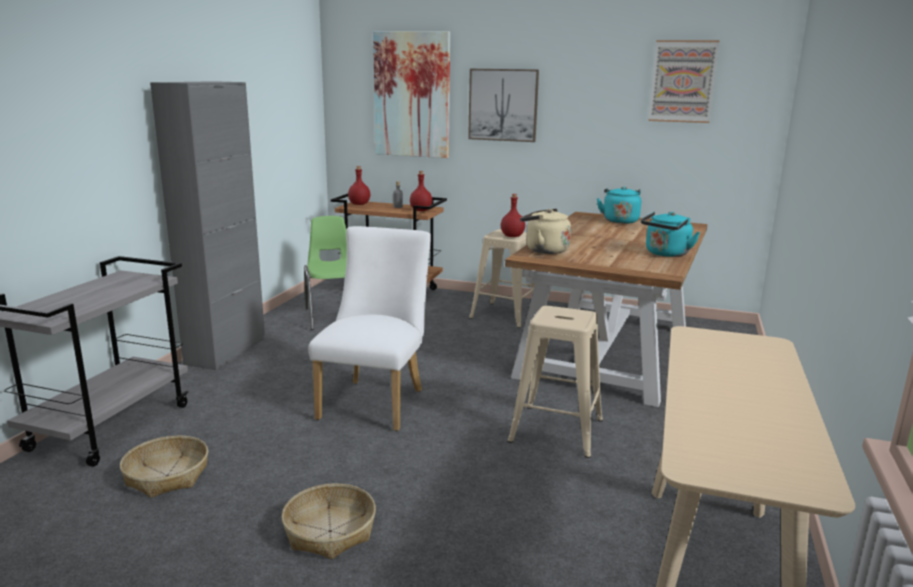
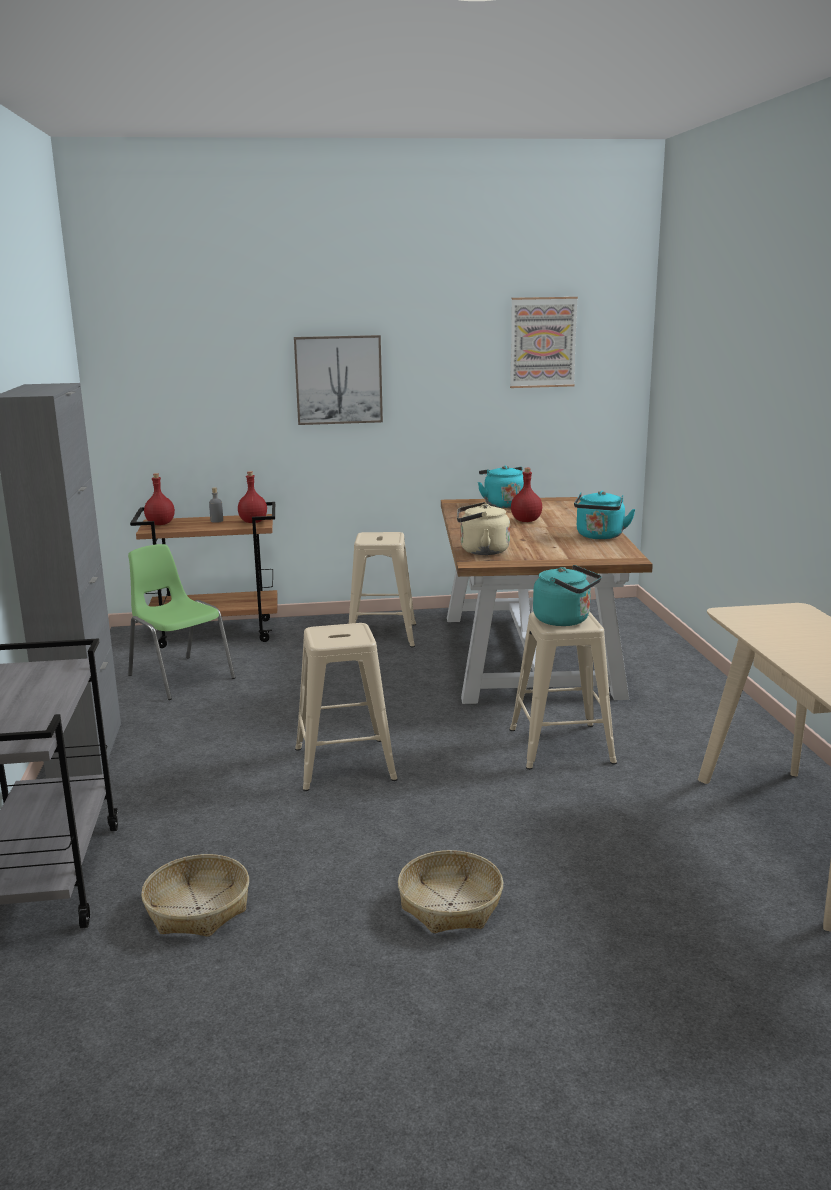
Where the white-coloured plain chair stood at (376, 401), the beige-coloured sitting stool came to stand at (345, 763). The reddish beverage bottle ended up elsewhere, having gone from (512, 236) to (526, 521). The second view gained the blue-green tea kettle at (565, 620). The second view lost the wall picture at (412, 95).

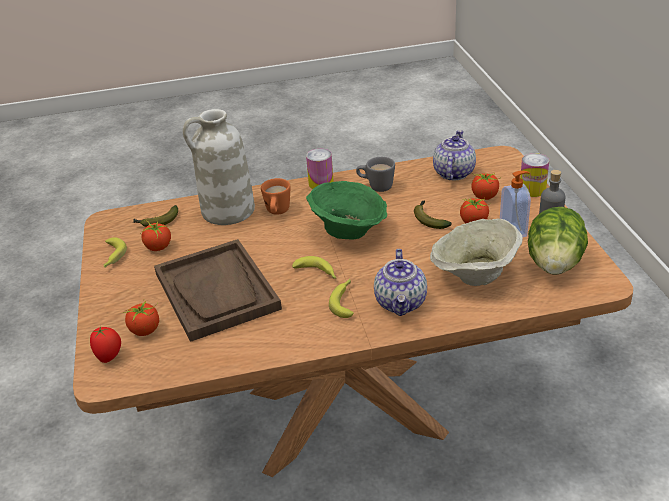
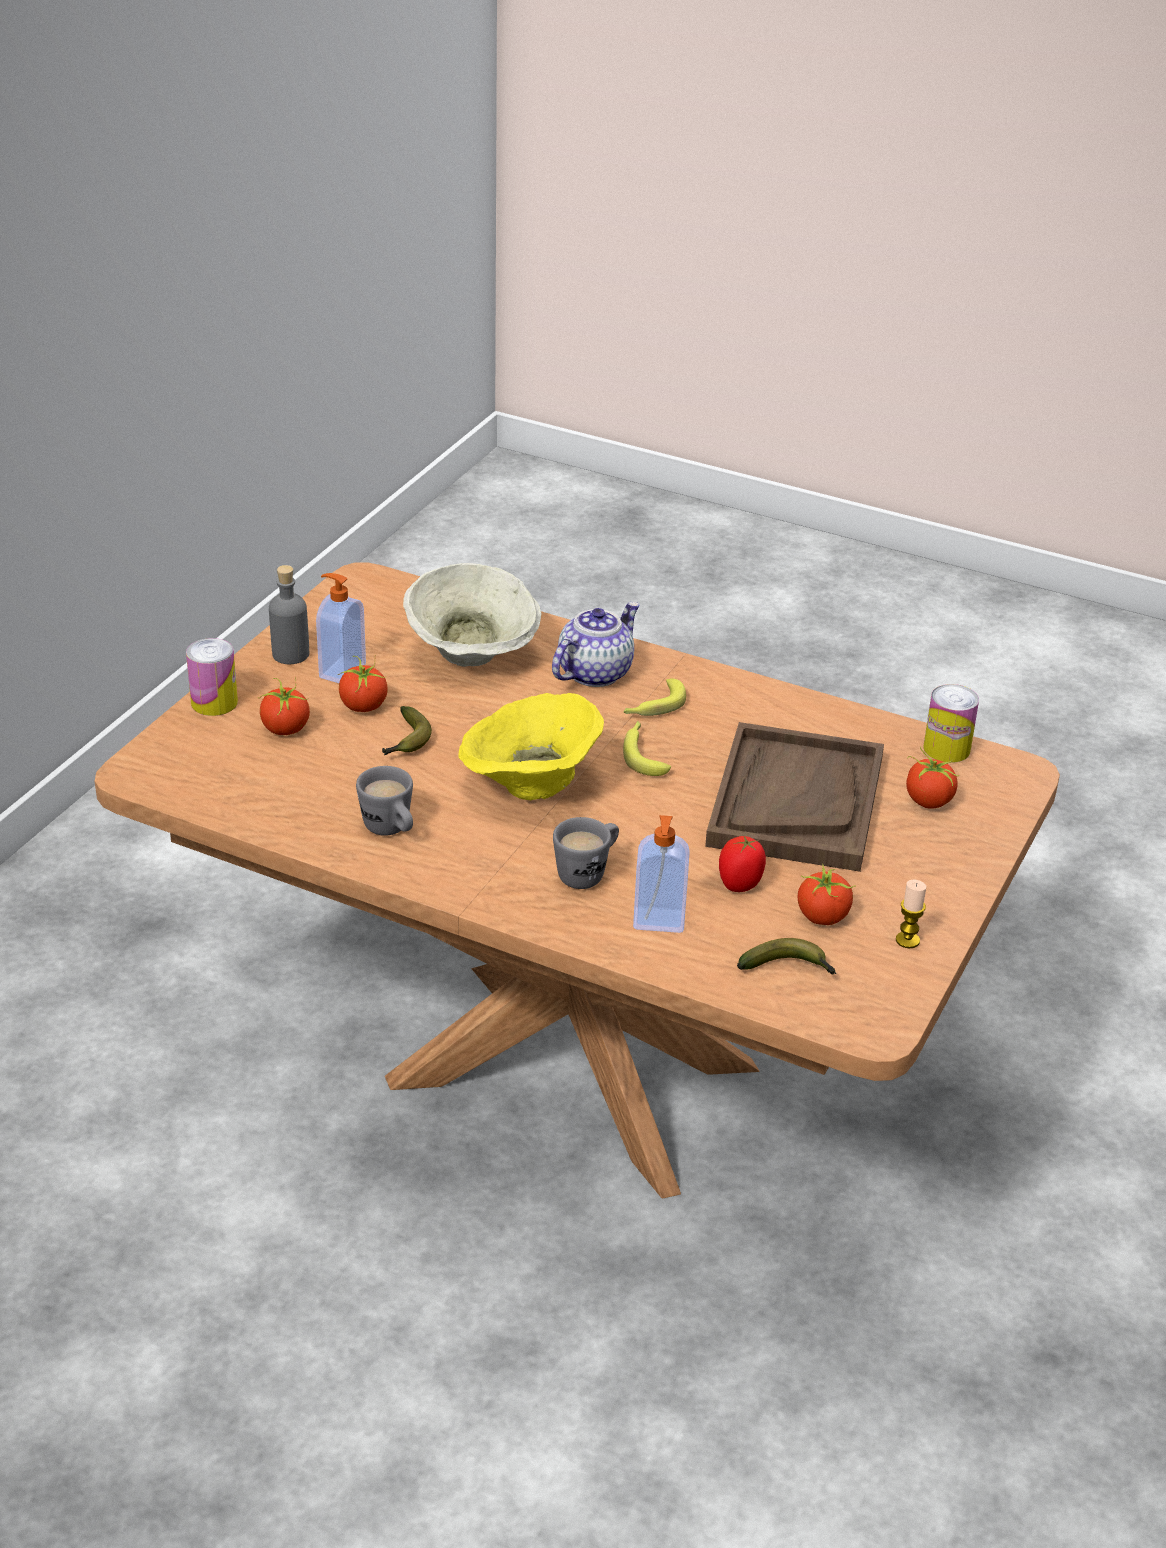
What was the green-coloured bowl at (349, 231) turned into the yellowish bowl at (530, 784). What was the orangey tea mug at (277, 212) turned into the grey tea mug at (588, 873). Where the white-coloured decorative vase stood at (227, 211), the liquid soap bottle came to stand at (659, 921). The fresh tomato ended up elsewhere, having gone from (109, 357) to (740, 884). Where the whole banana stood at (112, 257), the candle came to stand at (907, 940). The can ended up elsewhere, having gone from (321, 184) to (946, 749). The second view lost the teapot at (453, 173). The second view lost the head of lettuce at (554, 264).

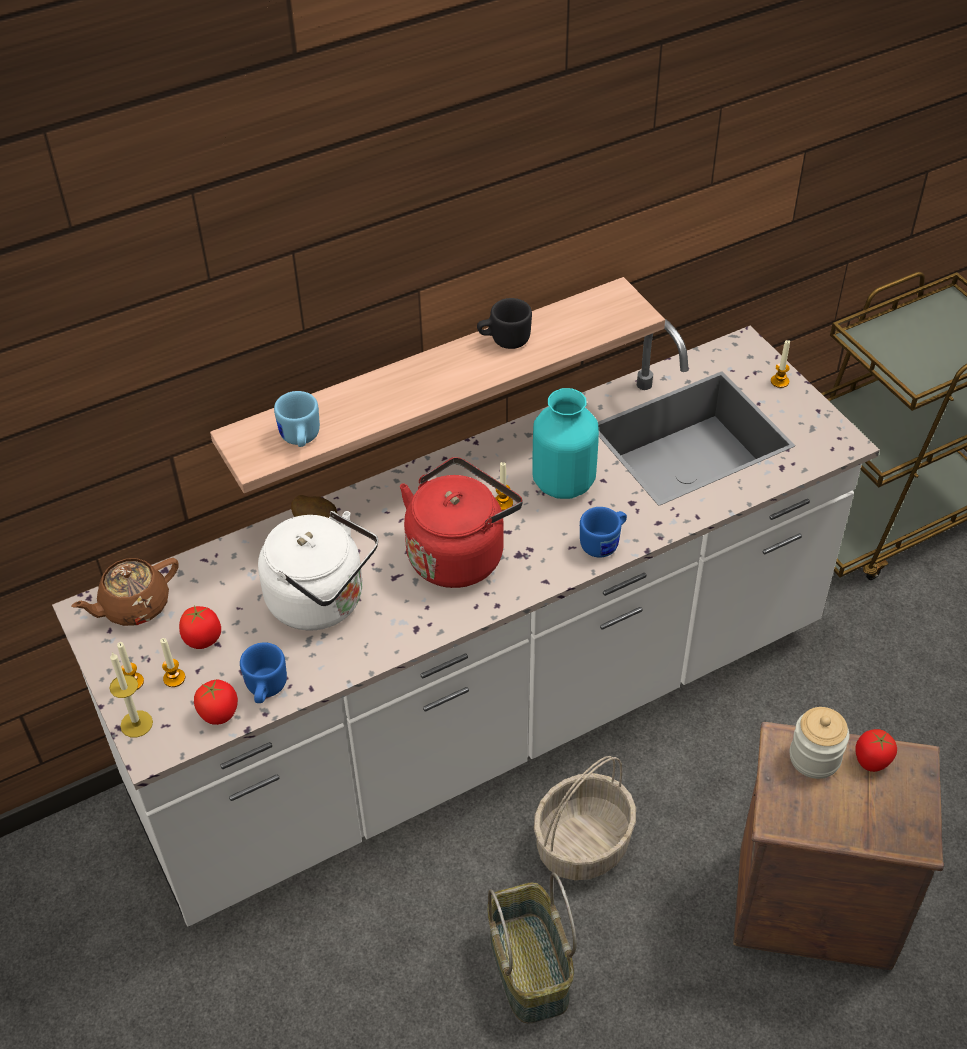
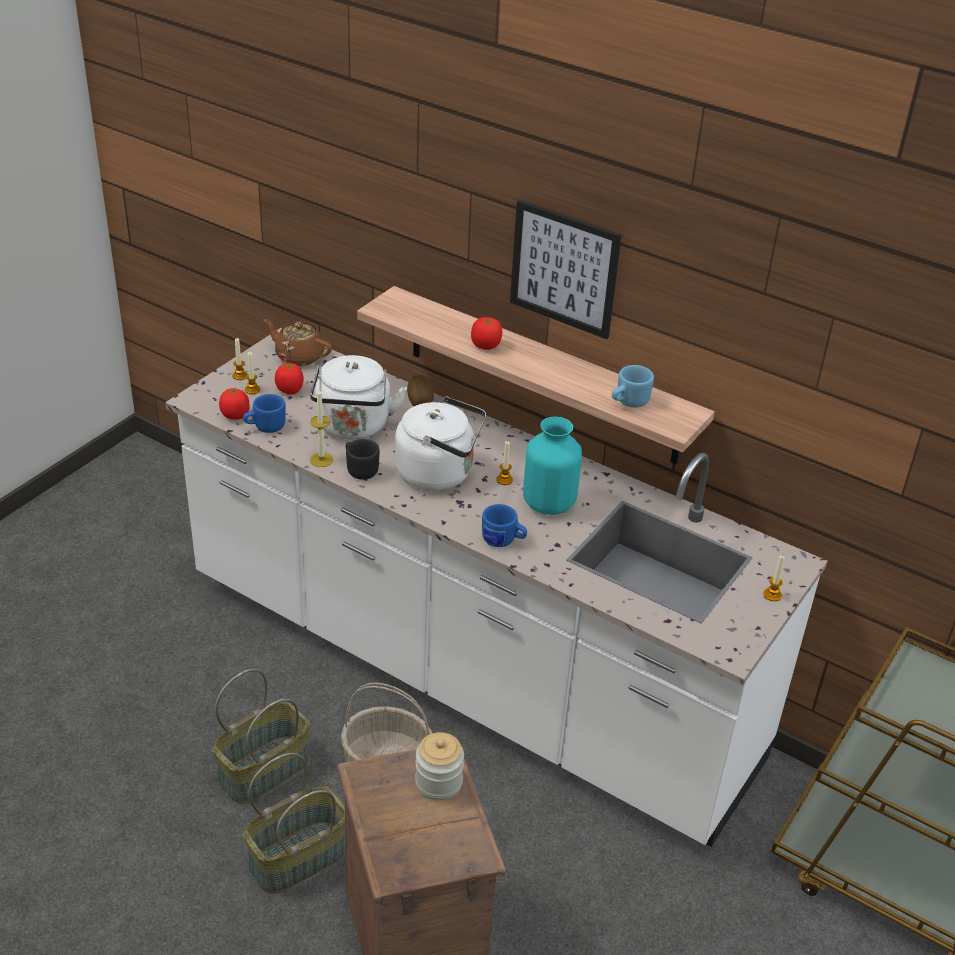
The second view gained the basket at (298, 856). The candle ended up elsewhere, having gone from (136, 724) to (321, 460). The black-coloured tea mug ended up elsewhere, having gone from (504, 340) to (360, 469). What was the reddish tea kettle at (459, 553) turned into the white-coloured tea kettle at (439, 473). The fresh tomato ended up elsewhere, having gone from (871, 761) to (485, 346). The second view gained the wall picture at (564, 269). The blue tea mug ended up elsewhere, having gone from (300, 439) to (628, 402).

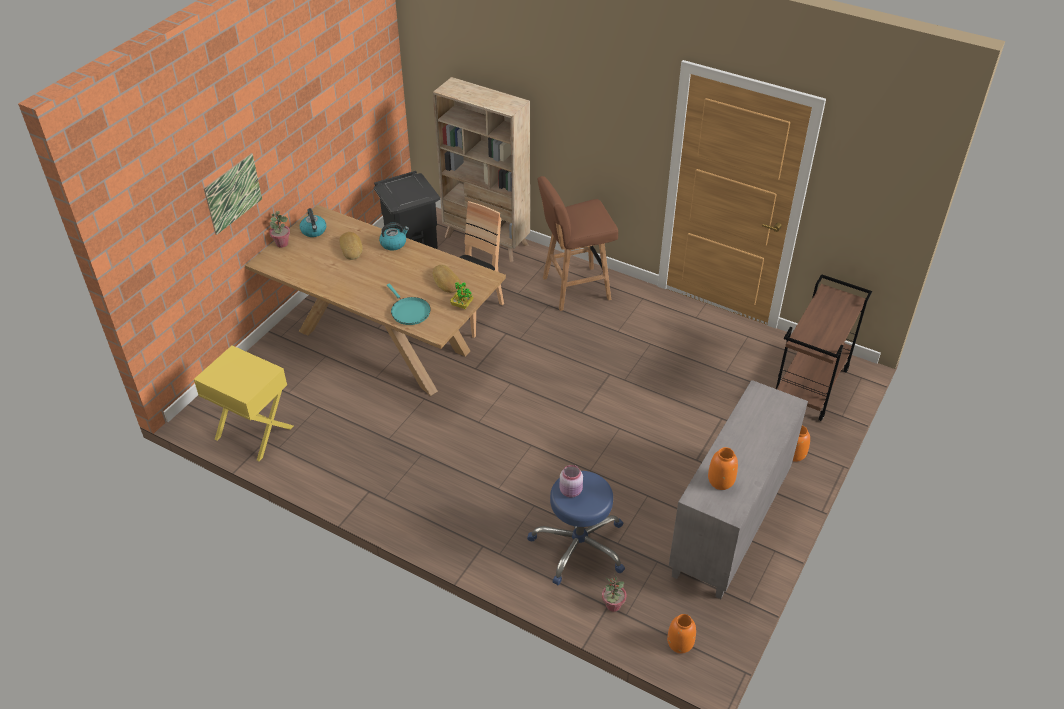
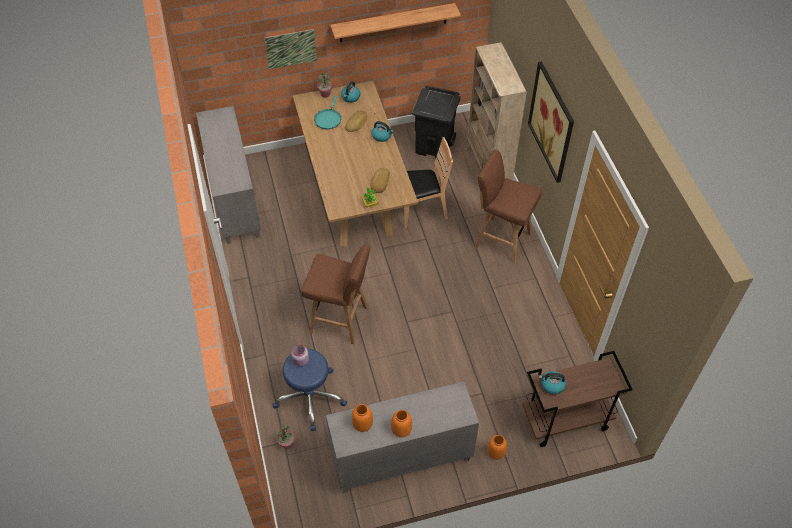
Where the yellowish night table stood at (253, 433), the grey cabinet came to stand at (234, 199). The second view gained the brown sitting stool at (340, 320). The blue-green pan ended up elsewhere, having gone from (409, 311) to (328, 119). The second view gained the bracket shelf at (393, 23). The orangey decorative vase ended up elsewhere, having gone from (680, 643) to (401, 430). The second view gained the wall picture at (551, 122). The second view gained the tea kettle at (552, 385).

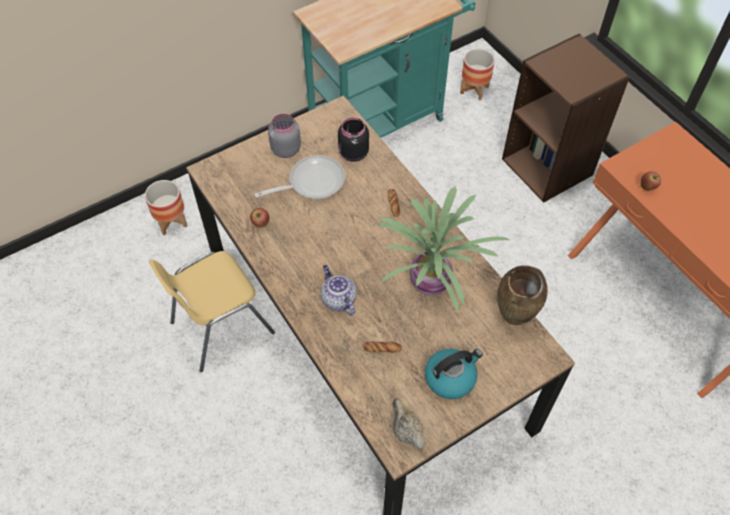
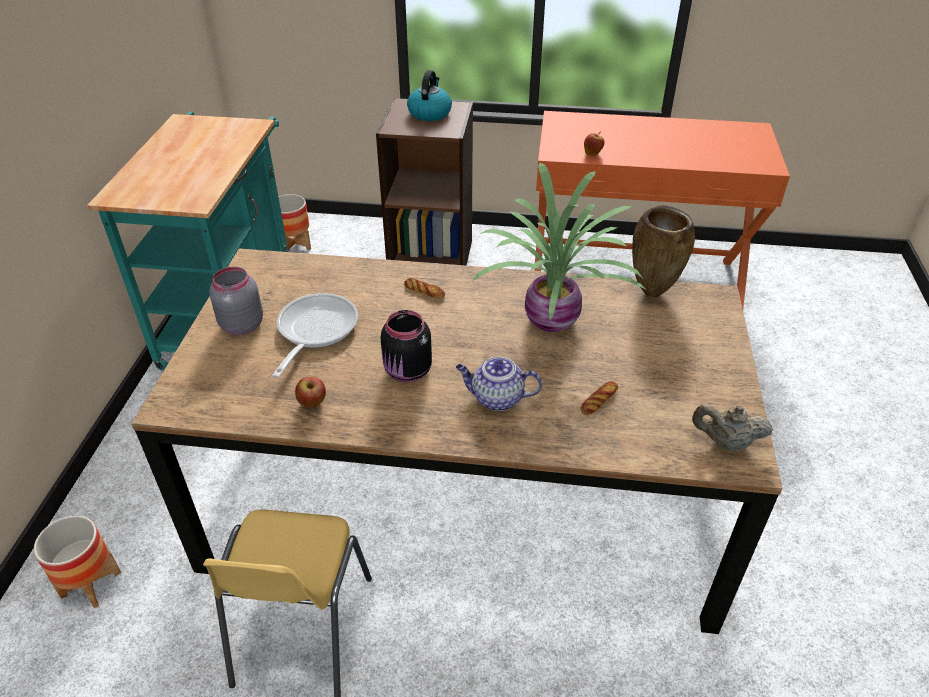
The black-coloured preserve jar ended up elsewhere, having gone from (352, 154) to (407, 372). The tea kettle ended up elsewhere, having gone from (450, 378) to (429, 113).

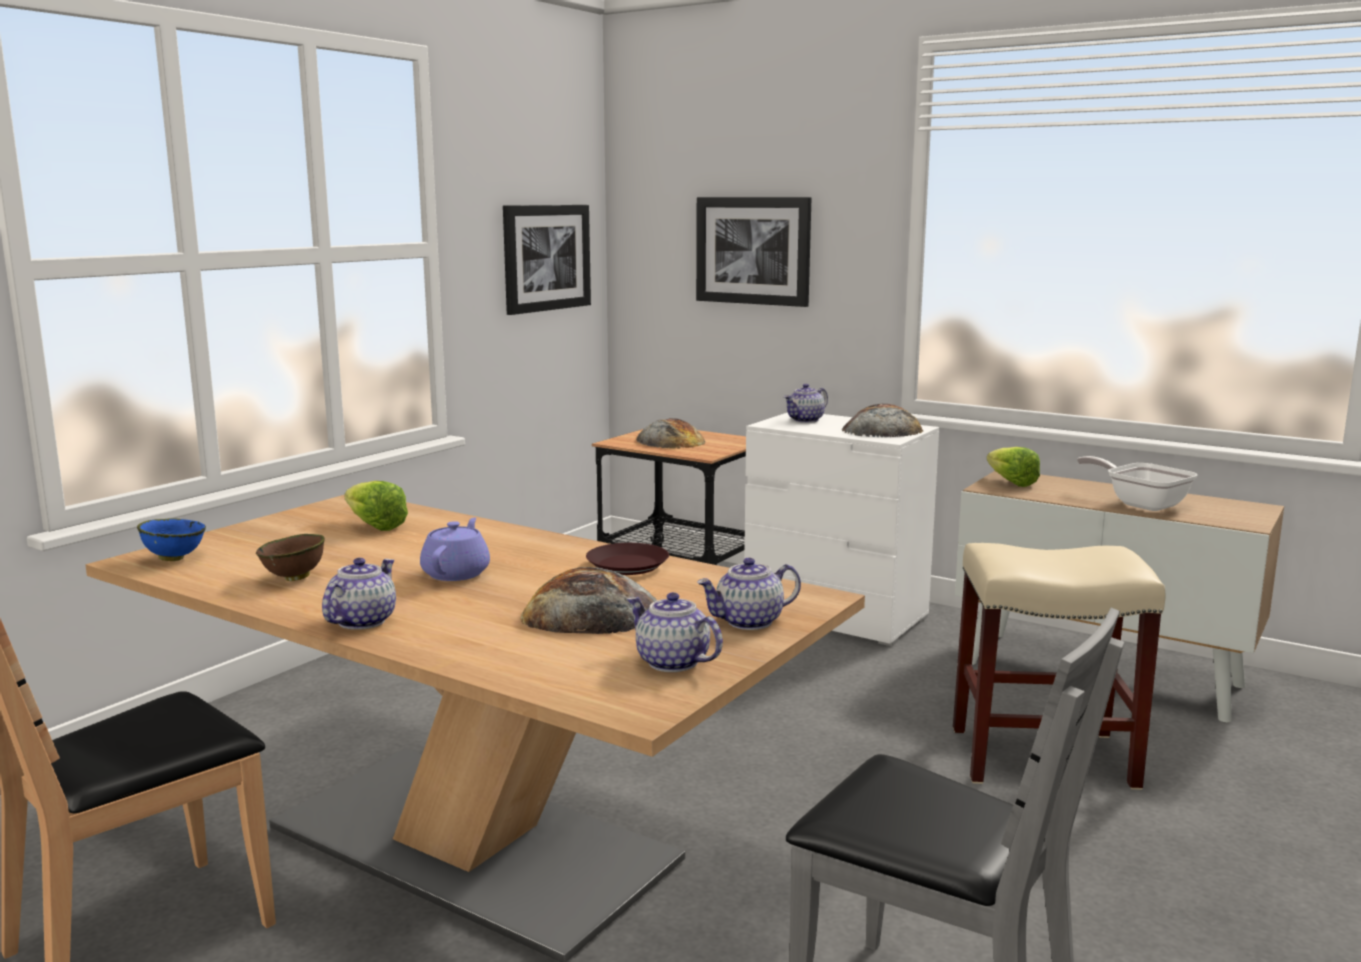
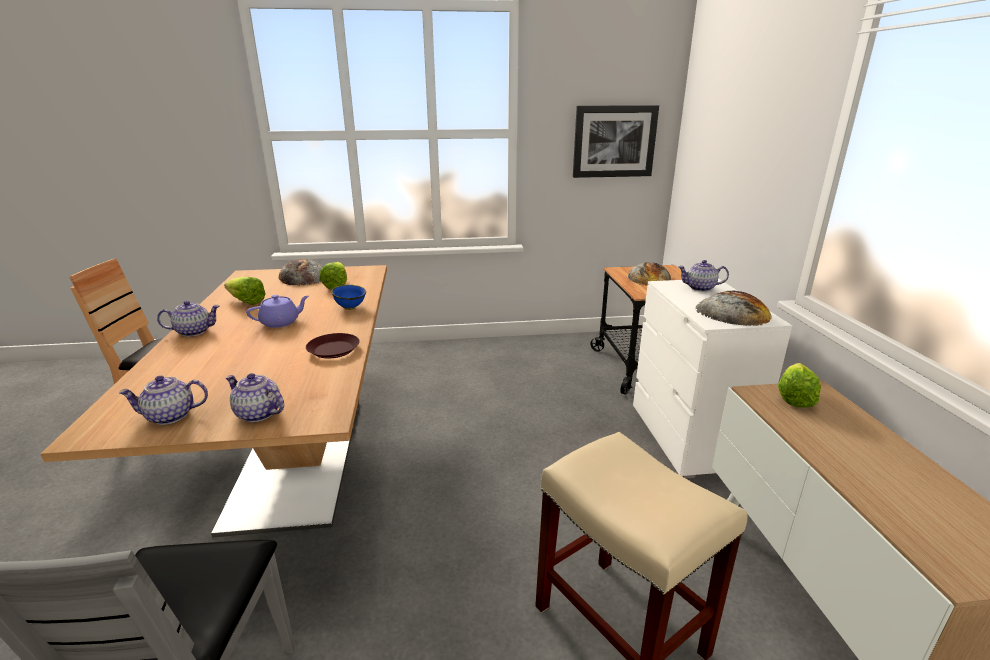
The teapot at (671, 662) ended up facing another way, 105 degrees counterclockwise from before. Where the brown bowl stood at (294, 578), the head of lettuce came to stand at (245, 301). The bakery bread ended up elsewhere, having gone from (591, 612) to (303, 277). The blue bowl ended up elsewhere, having gone from (174, 558) to (350, 307). The second view lost the wall picture at (753, 250). The second view lost the pan at (1140, 504).

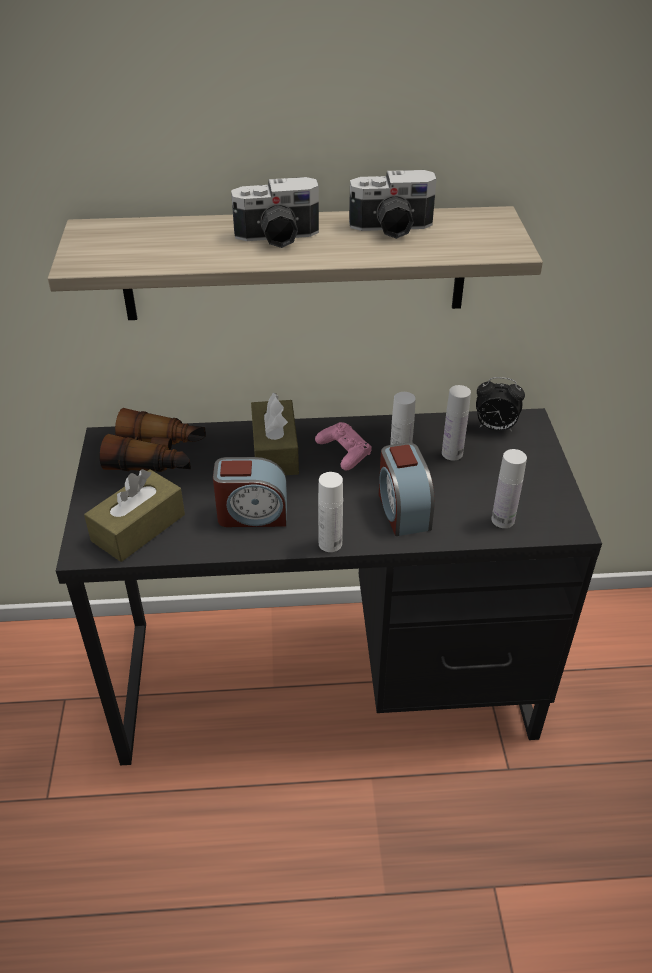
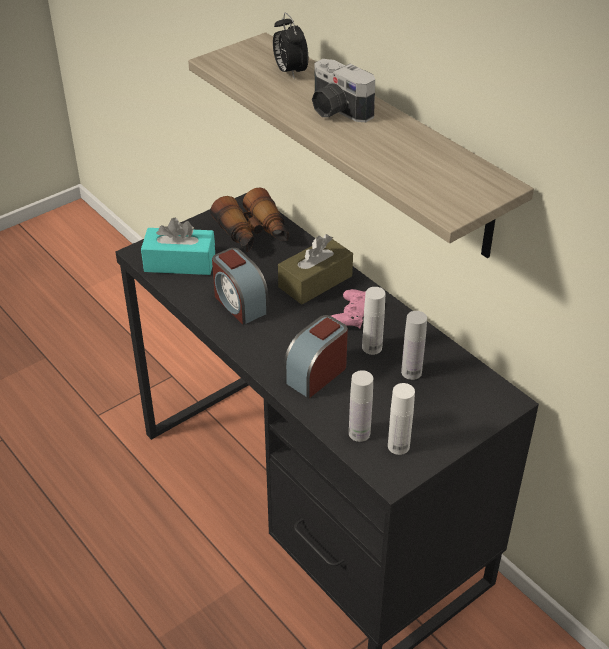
What was the brown box of tissues at (138, 528) turned into the blue-green box of tissues at (180, 262). The table clock ended up elsewhere, having gone from (494, 428) to (289, 72). The white-coloured beverage bottle ended up elsewhere, having gone from (330, 543) to (398, 446). The second view lost the still camera at (392, 229).

